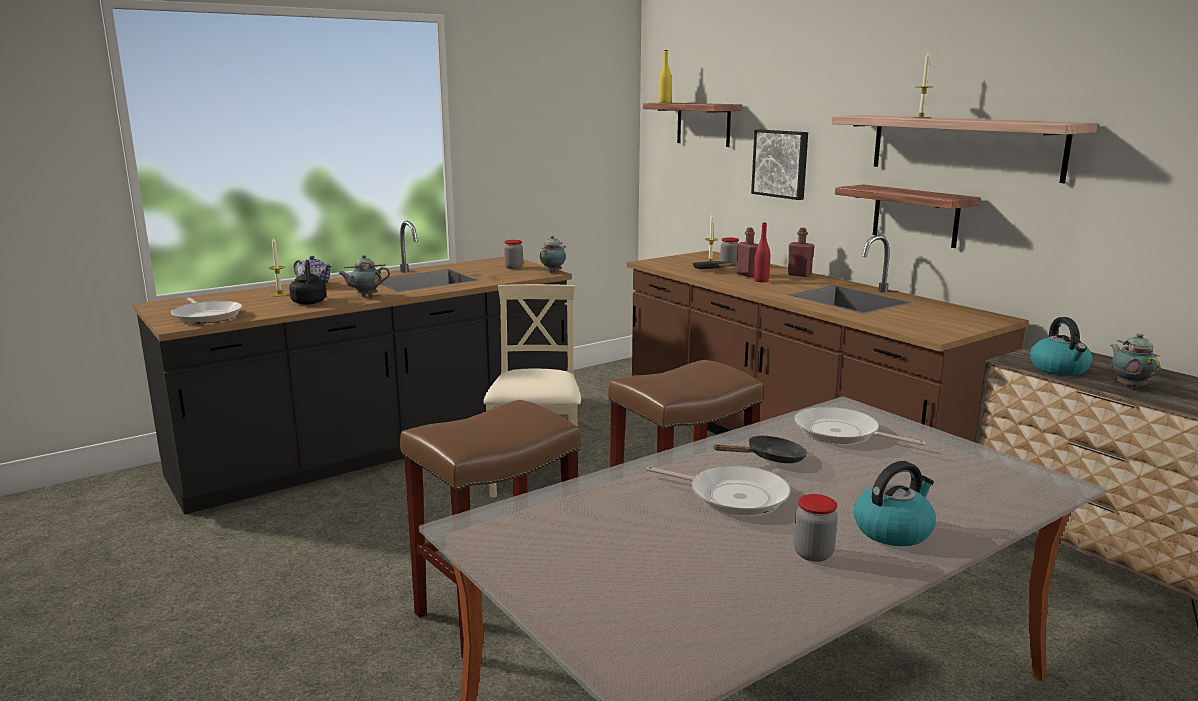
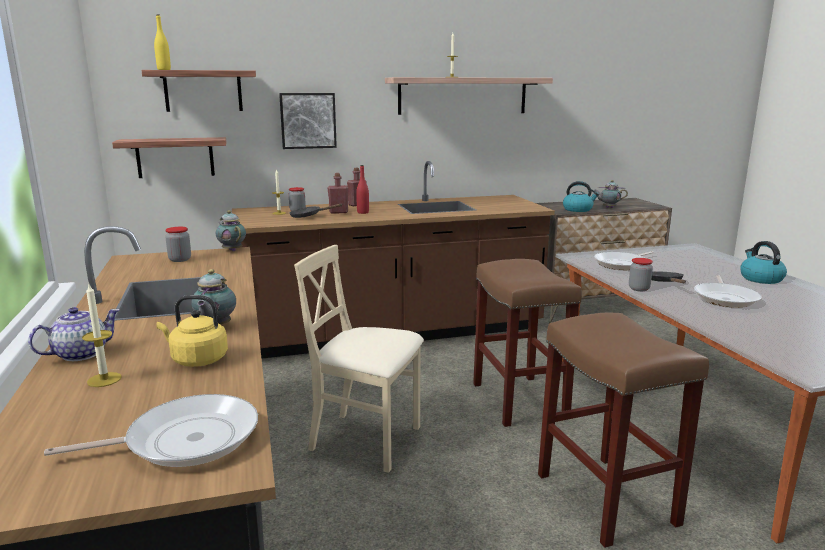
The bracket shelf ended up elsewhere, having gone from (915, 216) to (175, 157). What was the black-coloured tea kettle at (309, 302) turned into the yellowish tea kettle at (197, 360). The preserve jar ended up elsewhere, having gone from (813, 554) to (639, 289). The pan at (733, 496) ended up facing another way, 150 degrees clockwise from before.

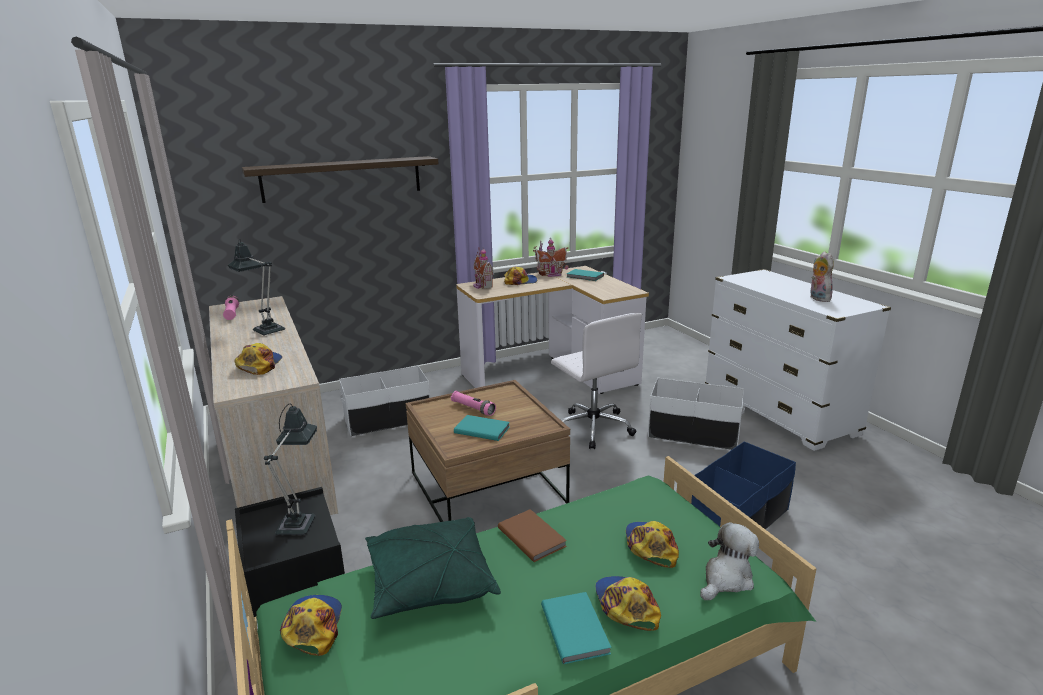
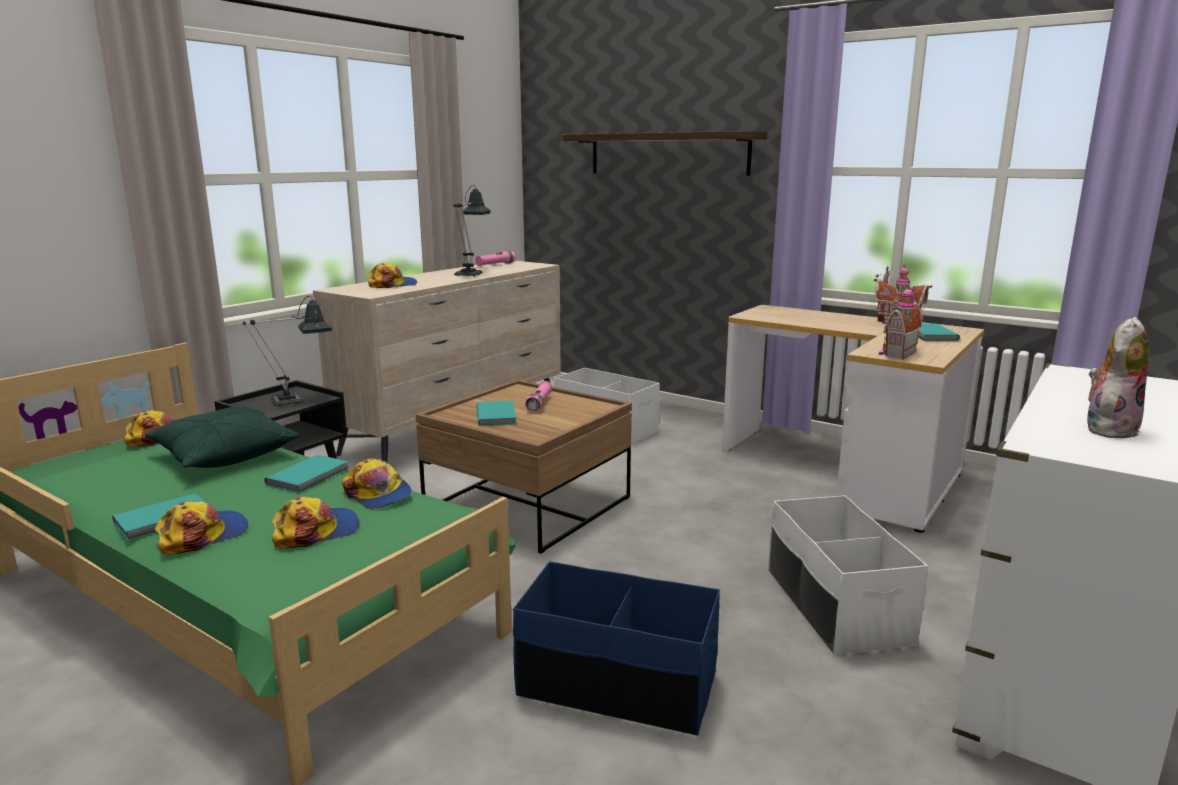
What was the brown book at (532, 536) turned into the blue-green book at (310, 476). The baseball cap ended up elsewhere, having gone from (520, 281) to (378, 494). The toy house ended up elsewhere, having gone from (482, 285) to (896, 353). The second view lost the white-coloured computer chair at (592, 427). The second view lost the cuddly toy at (726, 578).

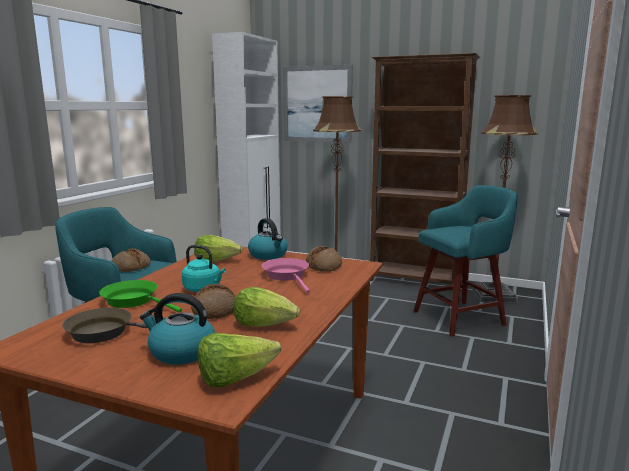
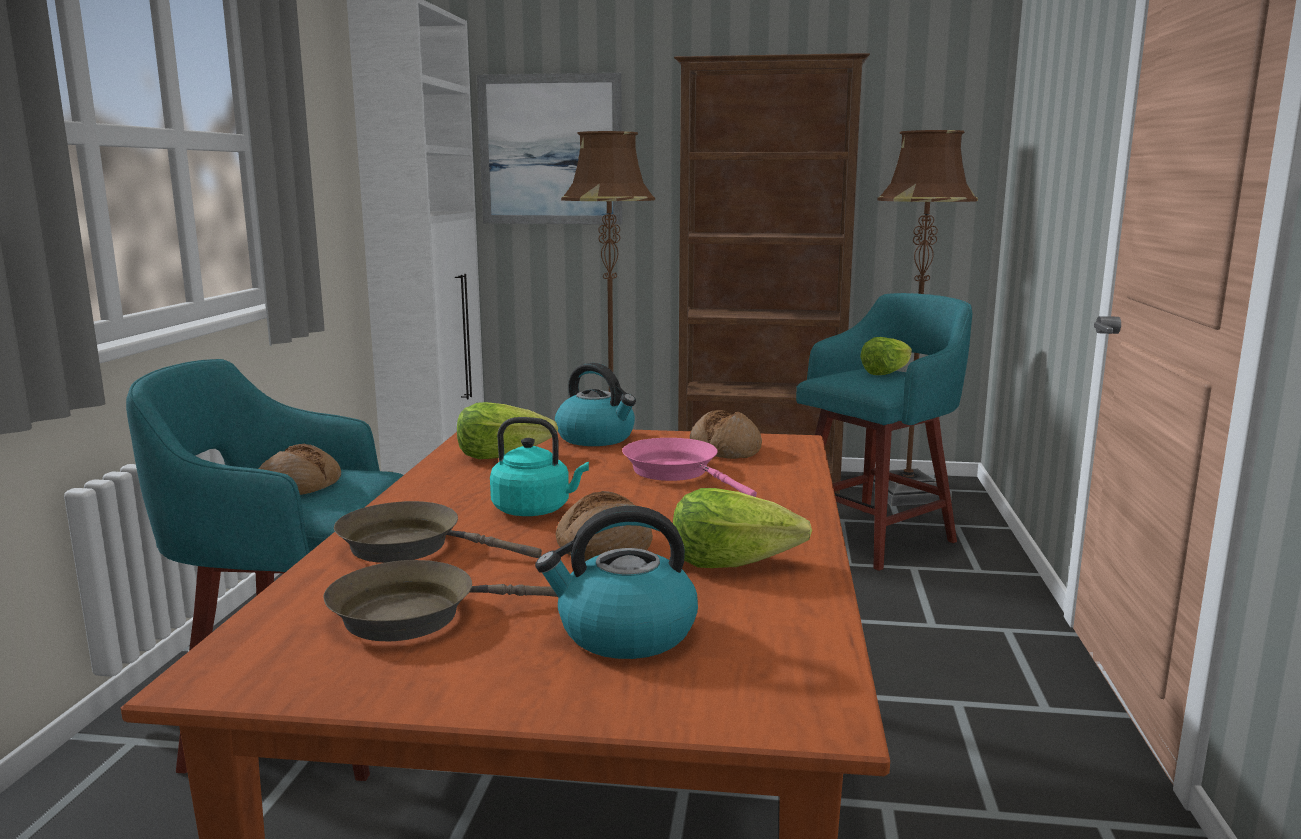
What was the green-coloured pan at (134, 301) turned into the brown pan at (410, 546). The head of lettuce ended up elsewhere, having gone from (235, 379) to (886, 373).

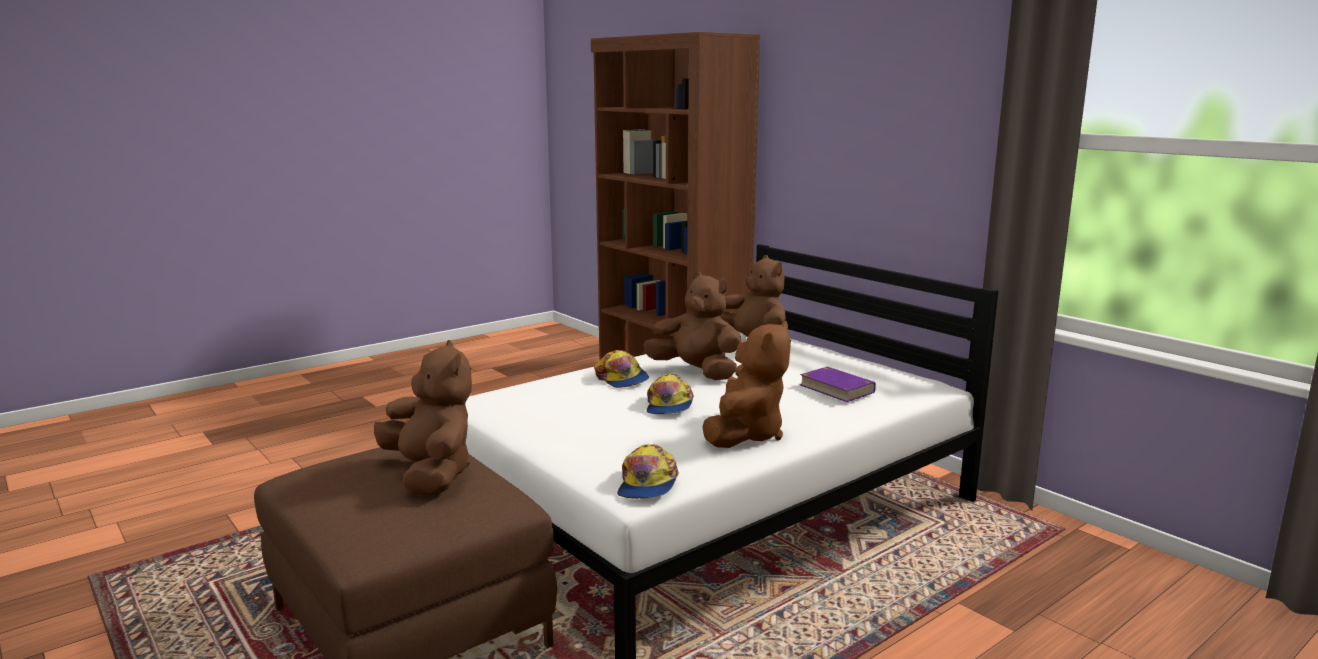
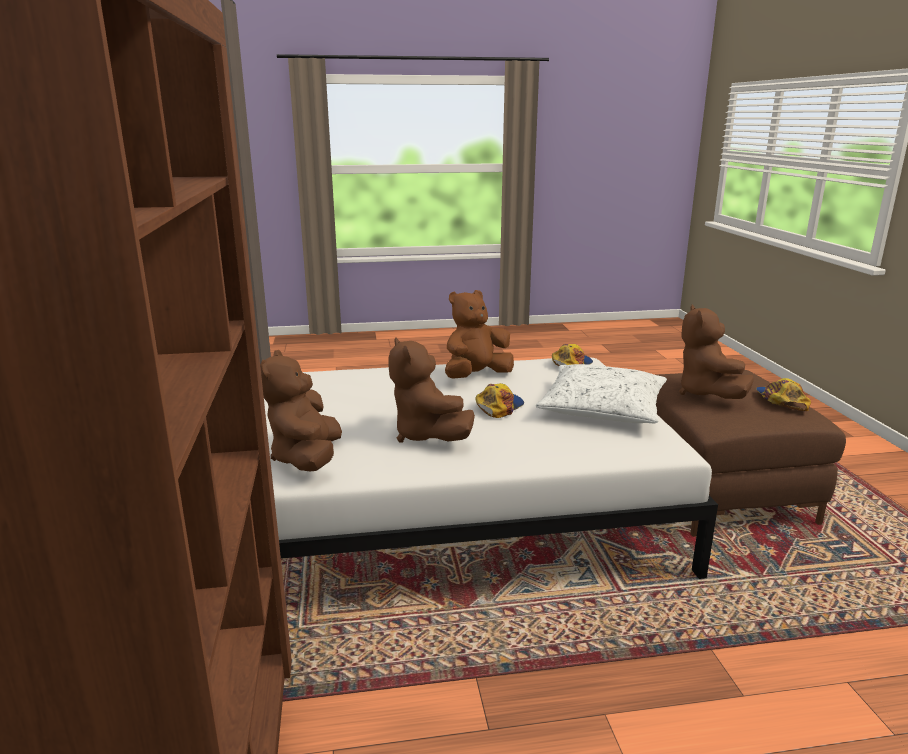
The second view gained the white-coloured pillow at (602, 408). The baseball cap ended up elsewhere, having gone from (622, 379) to (780, 401). The second view lost the purple book at (836, 388).

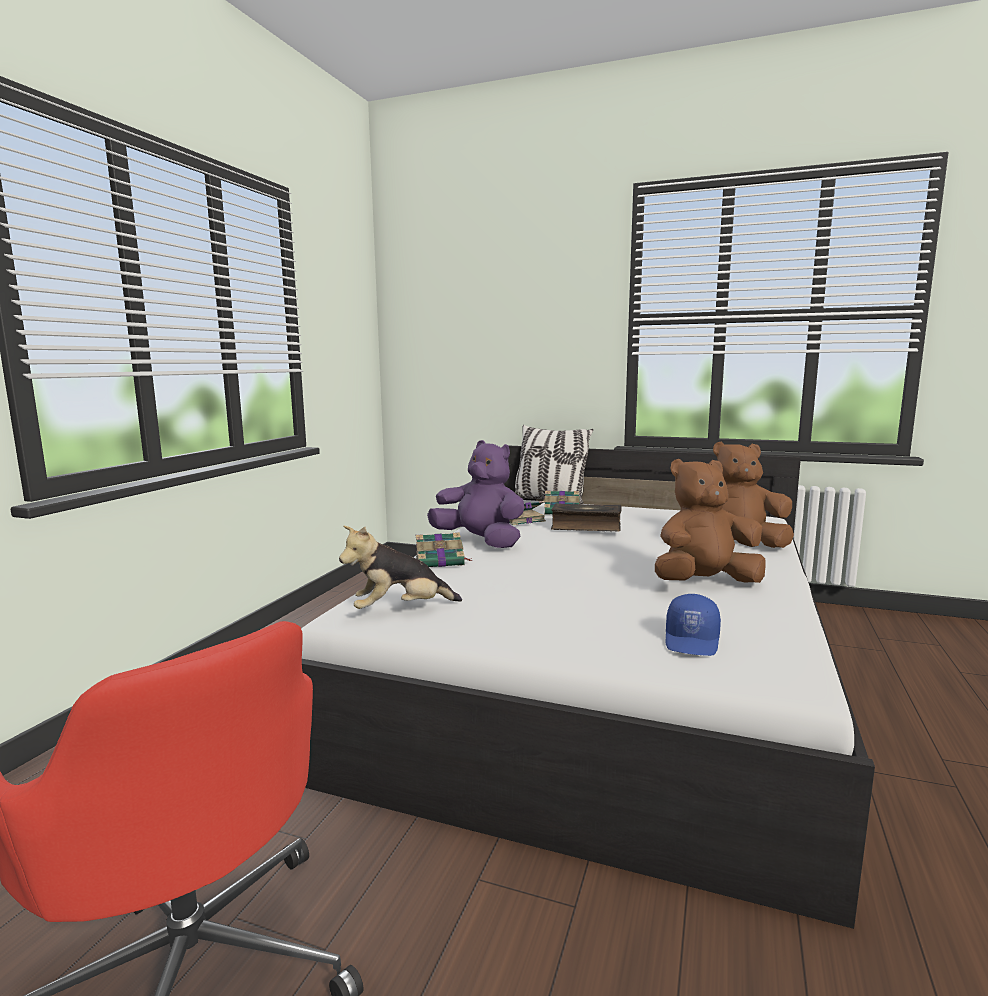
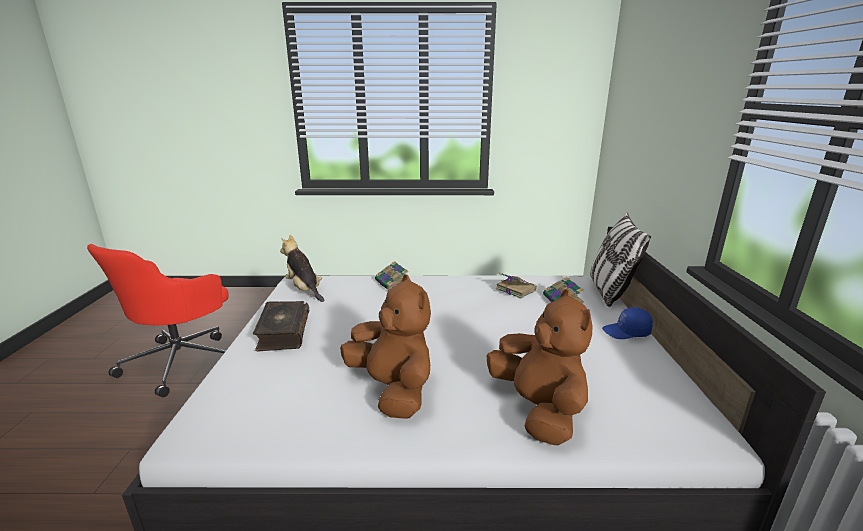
The book ended up elsewhere, having gone from (586, 526) to (283, 333). The blue baseball cap ended up elsewhere, having gone from (693, 641) to (626, 332). The second view lost the purple cuddly toy at (480, 542).

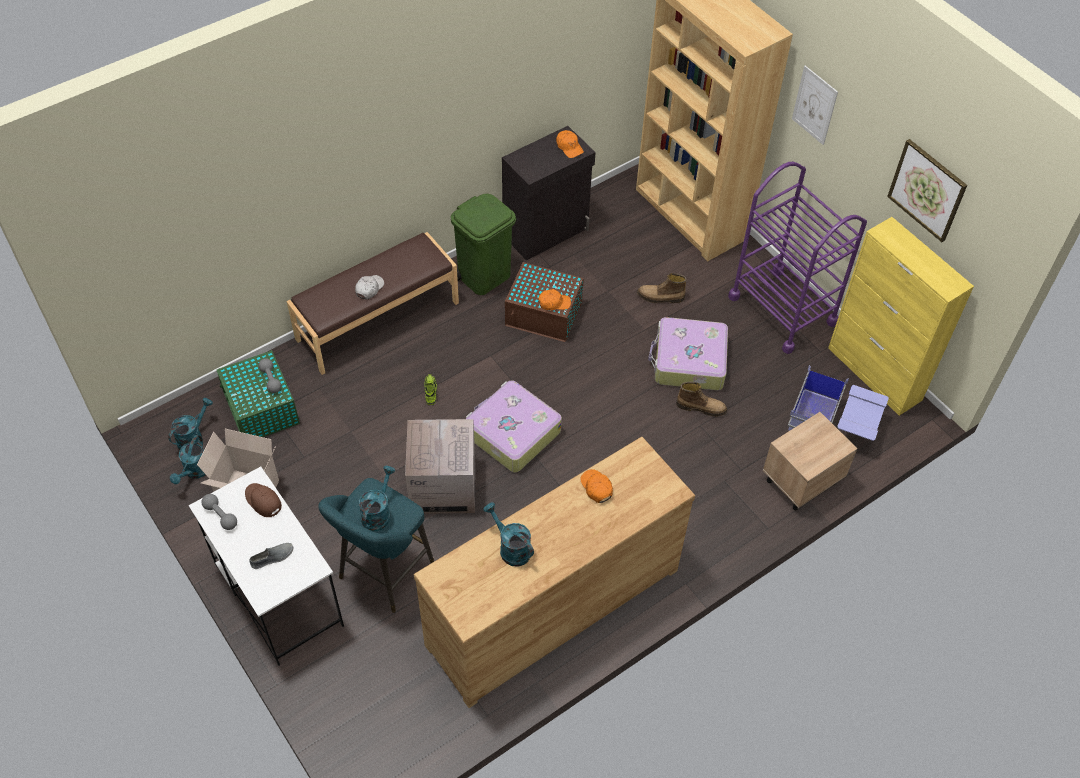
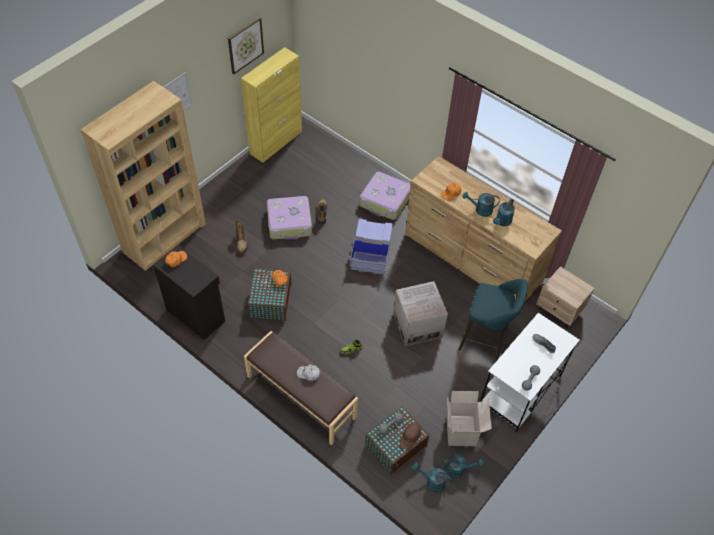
The blue storage box ended up elsewhere, having gone from (833, 424) to (371, 253). The suitcase ended up elsewhere, having gone from (511, 433) to (385, 201). What was the green-coloured storage box at (261, 409) turned into the brown storage box at (396, 446). The brown baseball cap ended up elsewhere, having gone from (263, 501) to (410, 437). The blue-green watering can ended up elsewhere, having gone from (378, 512) to (480, 210). The beige-coloured night table ended up elsewhere, having gone from (800, 482) to (559, 310). The second view lost the green-coloured rubbish bin at (484, 275). The second view lost the purple trolley at (782, 309).

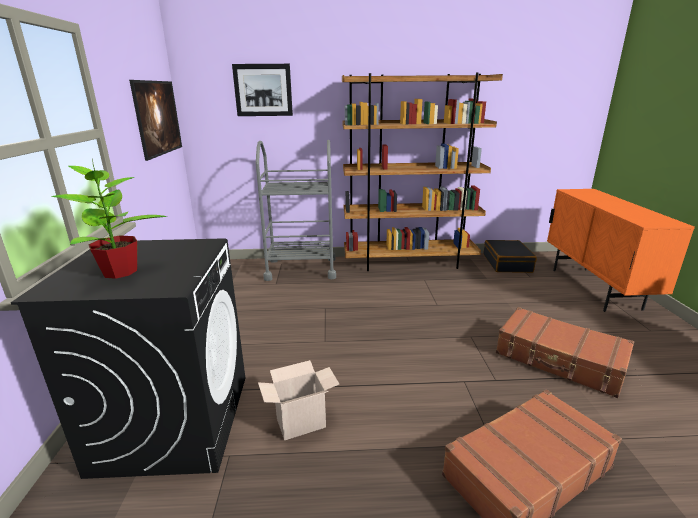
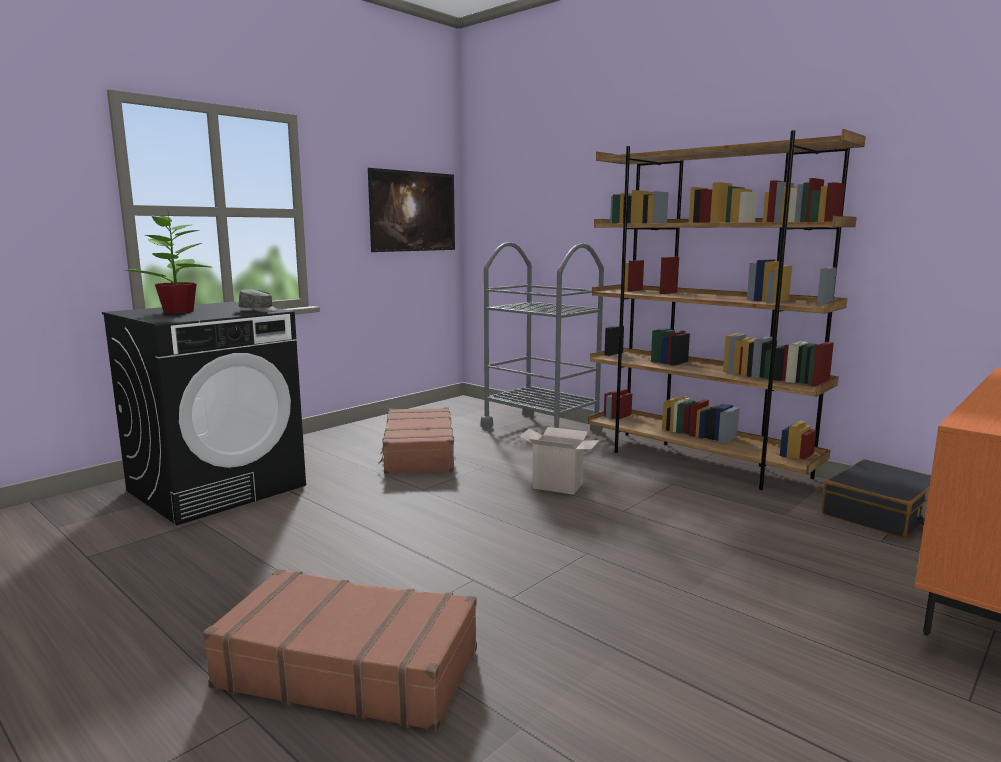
The second view gained the grey baseball cap at (259, 310). The brown suitcase ended up elsewhere, having gone from (559, 360) to (418, 453). The packing box ended up elsewhere, having gone from (302, 421) to (559, 485). The second view lost the wall picture at (263, 90).

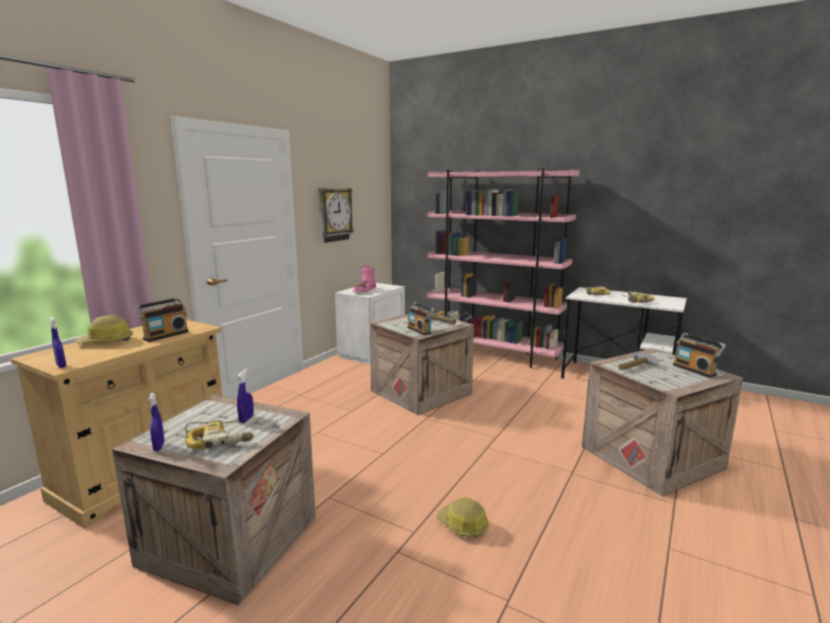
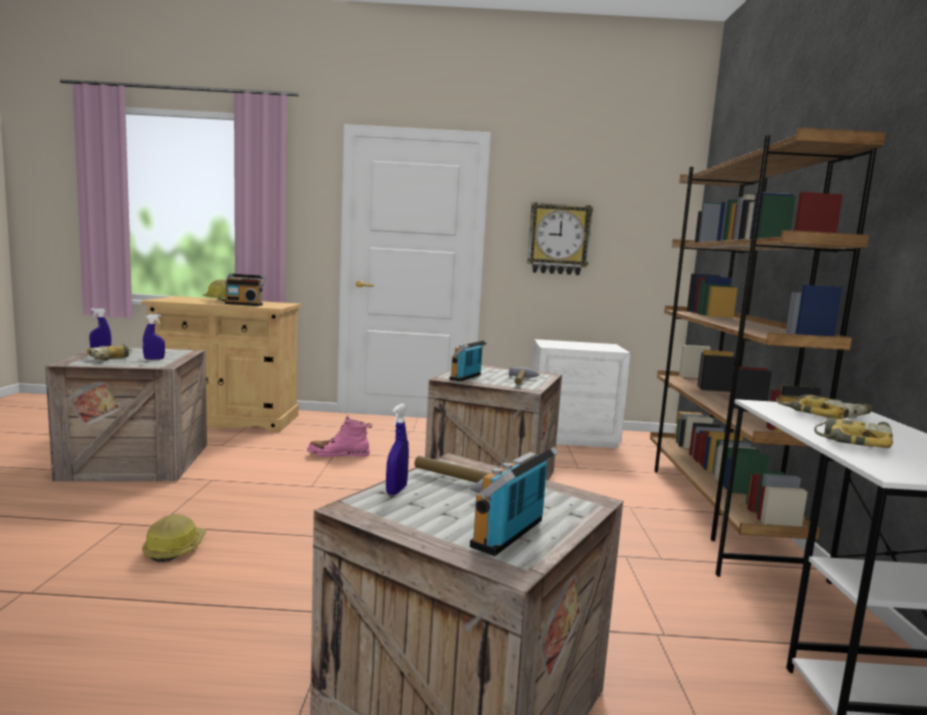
The pinkish boot ended up elsewhere, having gone from (364, 291) to (338, 455). The blue sprayer ended up elsewhere, having gone from (61, 366) to (396, 490). What was the pinkish shelving unit at (493, 353) turned into the brown shelving unit at (714, 503).

